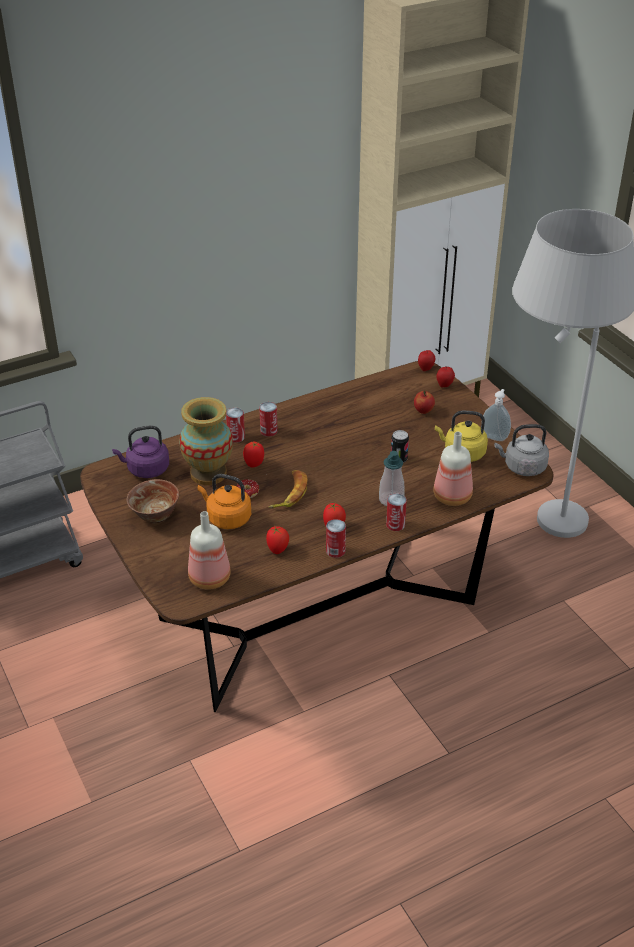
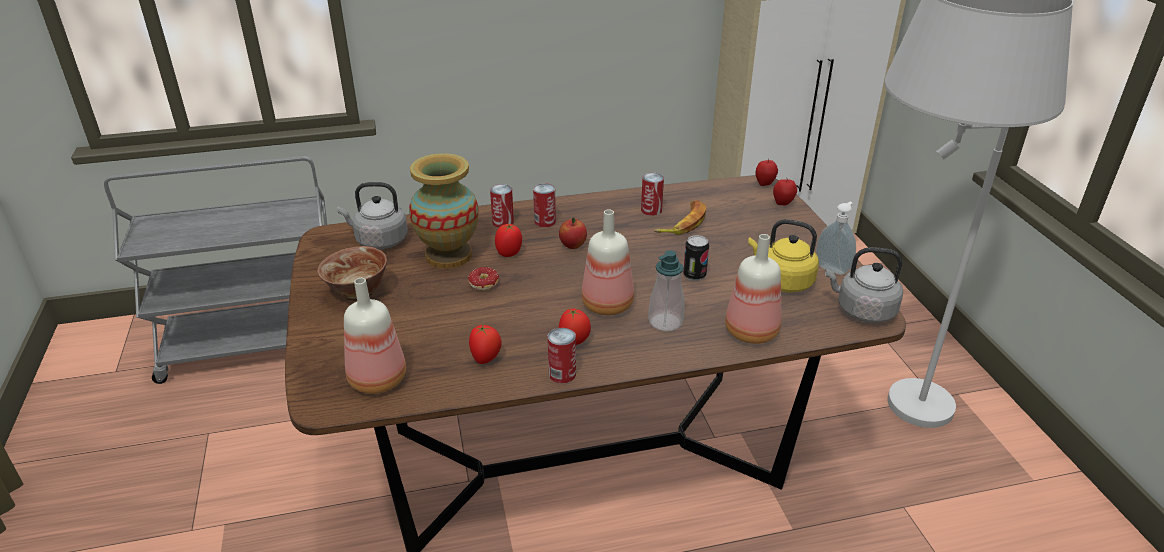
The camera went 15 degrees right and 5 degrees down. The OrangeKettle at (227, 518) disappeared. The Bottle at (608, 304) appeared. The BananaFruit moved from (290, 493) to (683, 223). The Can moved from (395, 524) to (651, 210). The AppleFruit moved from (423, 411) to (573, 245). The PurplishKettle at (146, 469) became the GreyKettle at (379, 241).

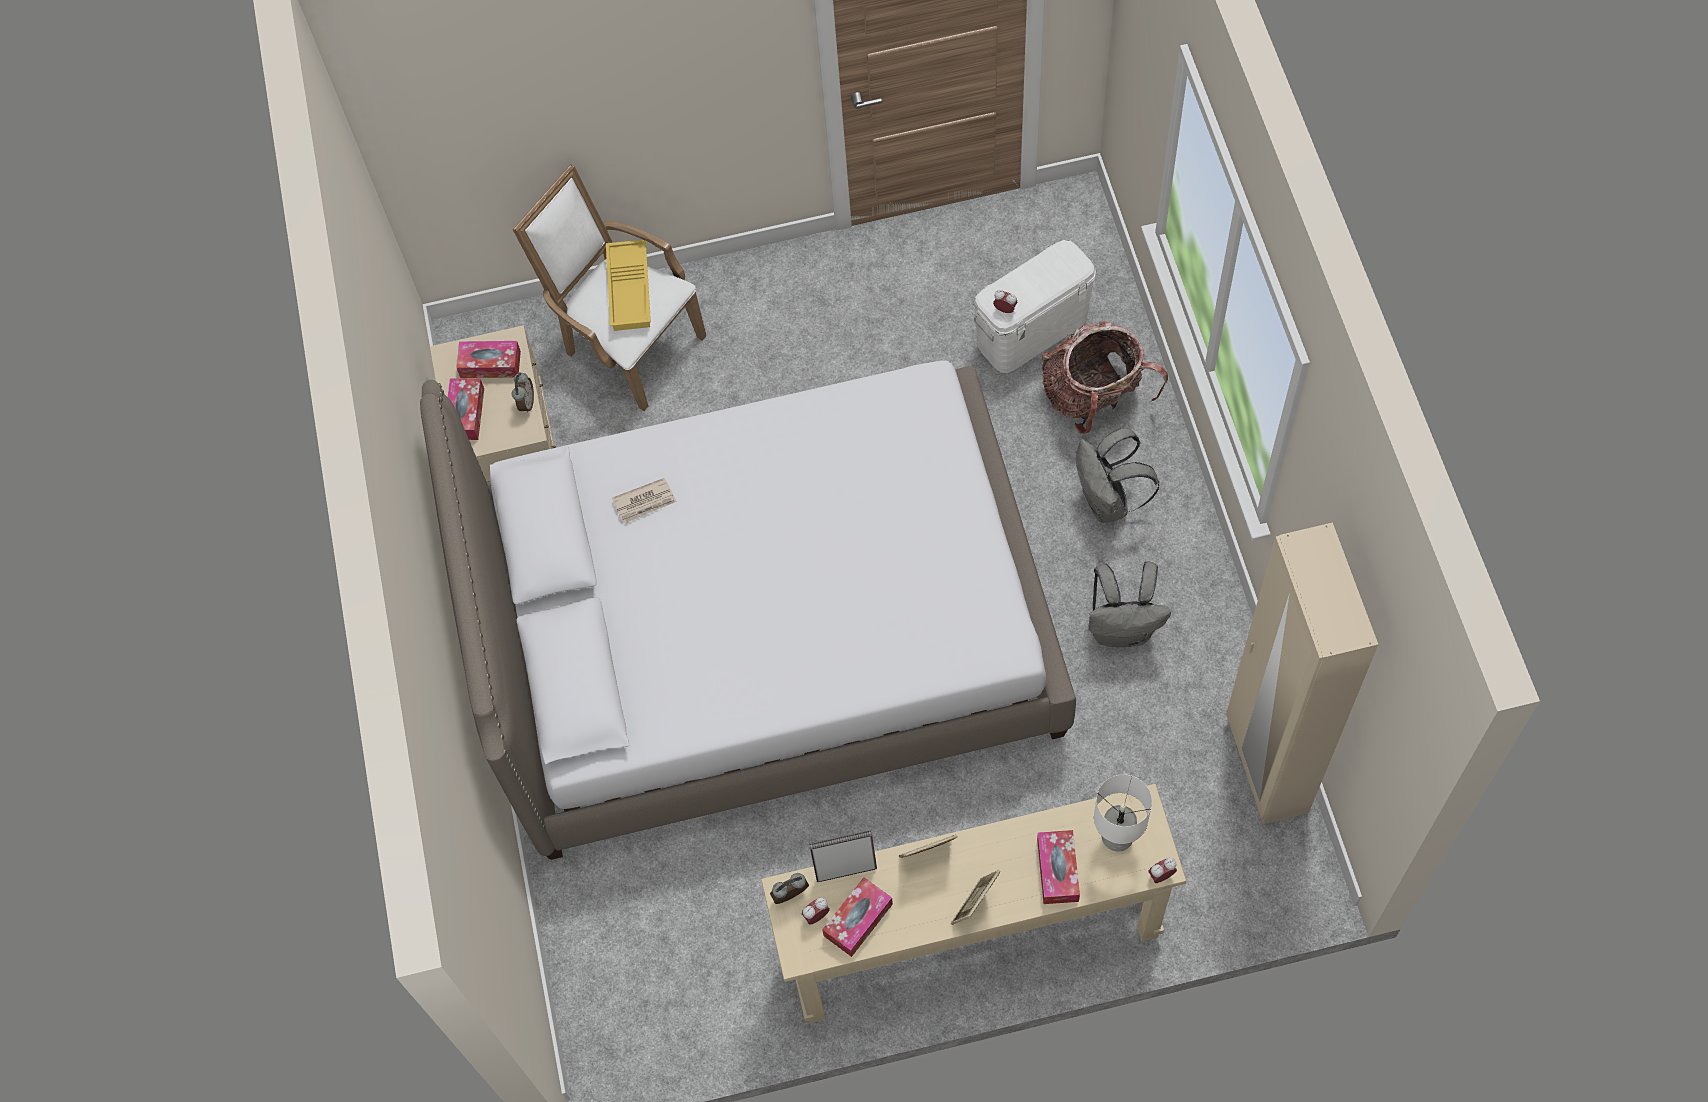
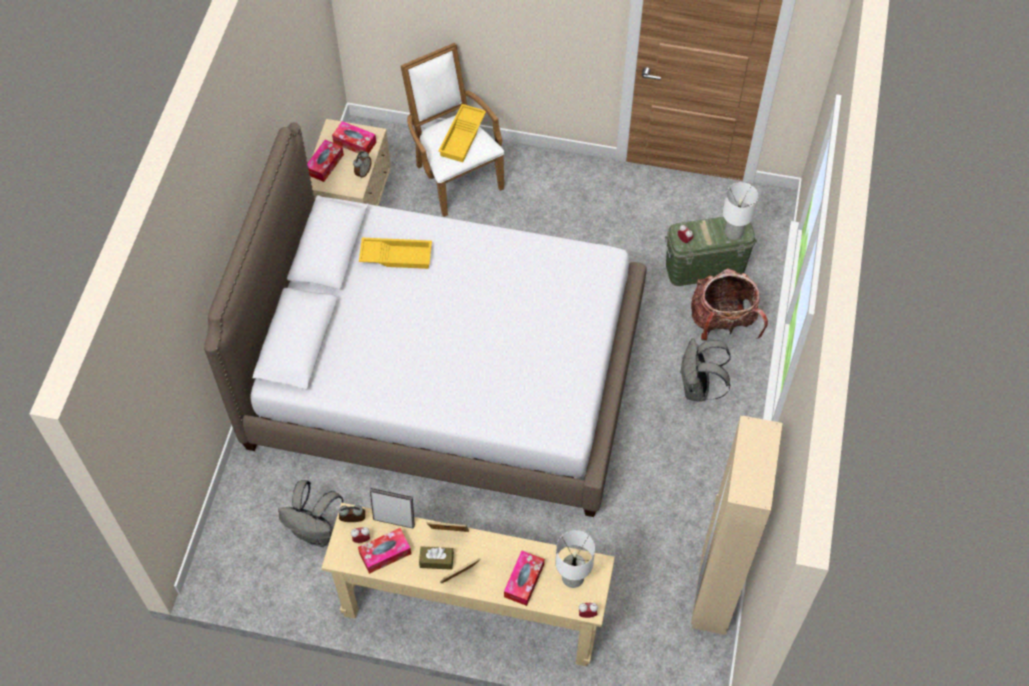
The camera went 20 degrees right and 5 degrees down. The BrownishTissueHolder at (436, 560) appeared. The WhitishLampForATable at (733, 232) appeared. The GreyRucksack moved from (1122, 629) to (316, 532). The Newspaper at (645, 502) was replaced by the YellowColouredServingTray at (397, 255). The WhitishStorageBox at (1032, 331) became the GreenishStorageBox at (704, 268).

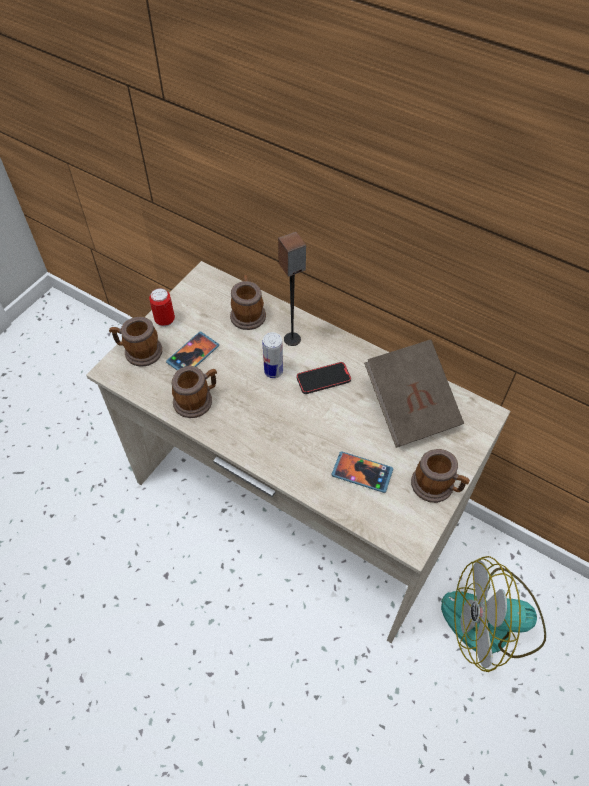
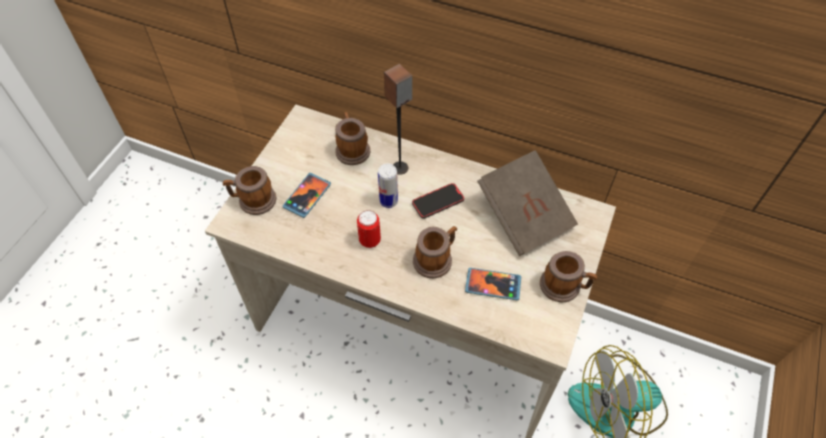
The camera went 10 degrees left and 0 degrees up. The Can moved from (165, 320) to (370, 241). The Mug moved from (197, 400) to (435, 259).

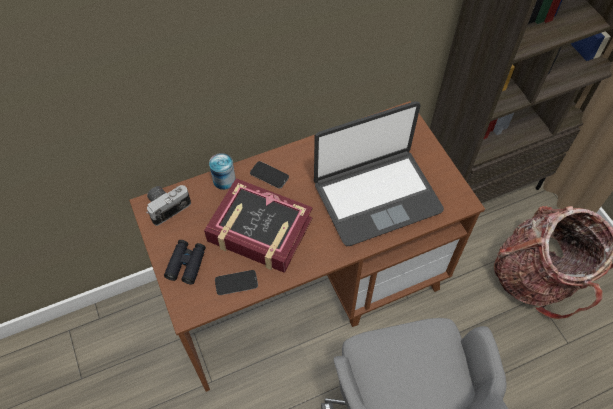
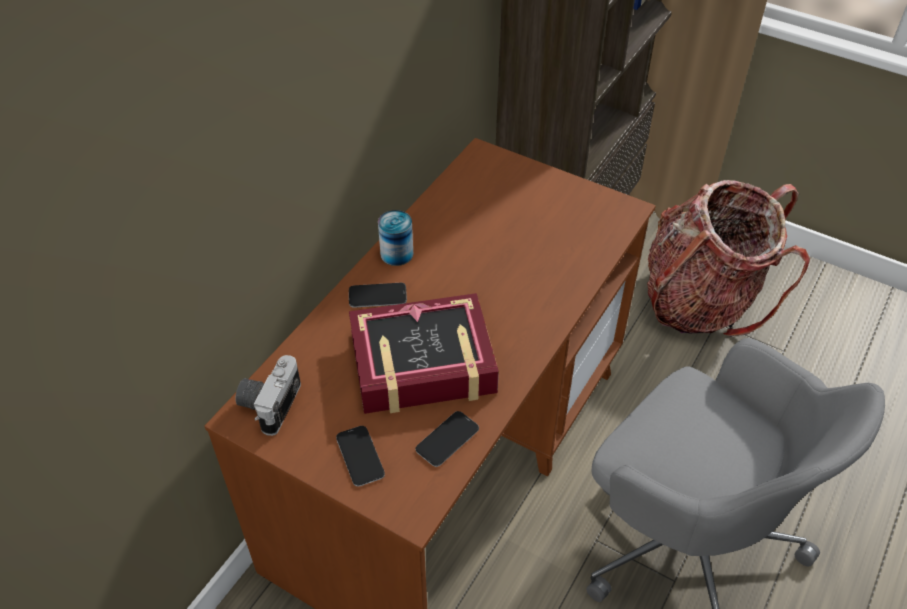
The camera went 35 degrees left and 10 degrees down. The NotebookComputer at (376, 196) disappeared. The Can moved from (224, 180) to (396, 253). The BlackColouredBinoculars at (186, 264) was replaced by the Phone at (360, 456).

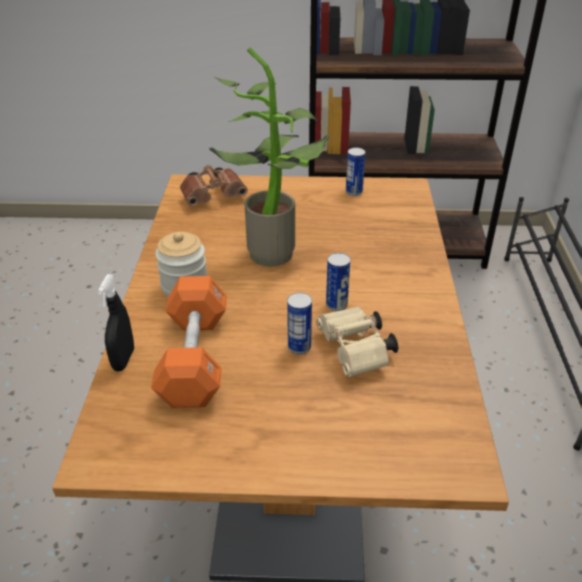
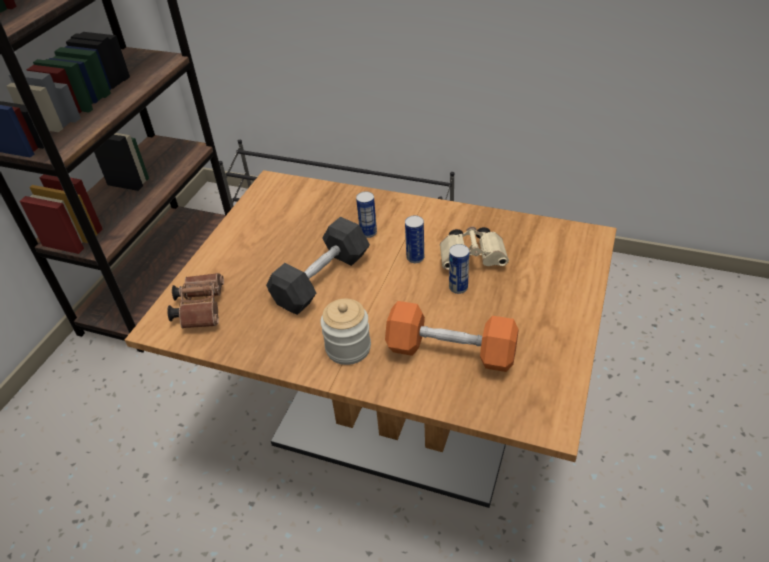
The camera went 70 degrees left and 5 degrees up. The BlackColouredHandSprayer at (123, 359) disappeared. The Can moved from (354, 192) to (368, 233). The PlantInAPot at (275, 250) was replaced by the BlackColouredHandWeight at (321, 279).

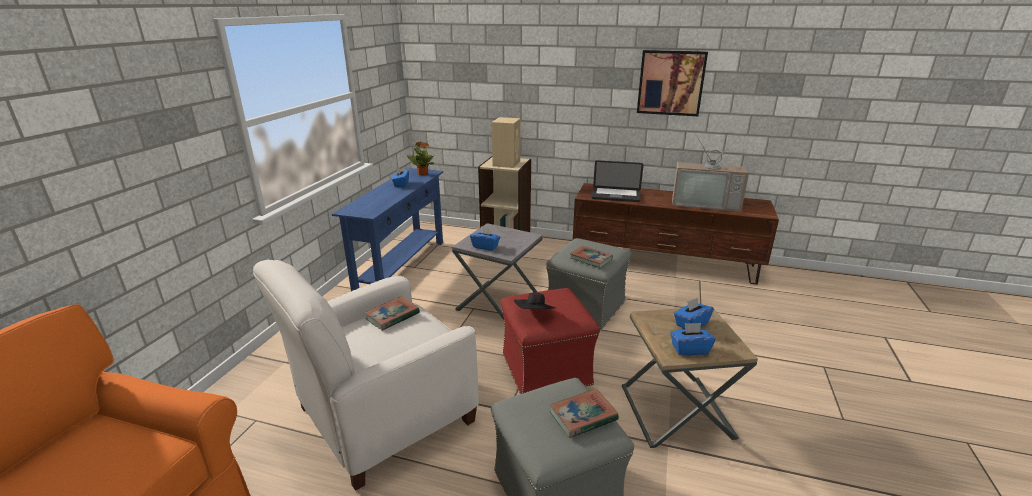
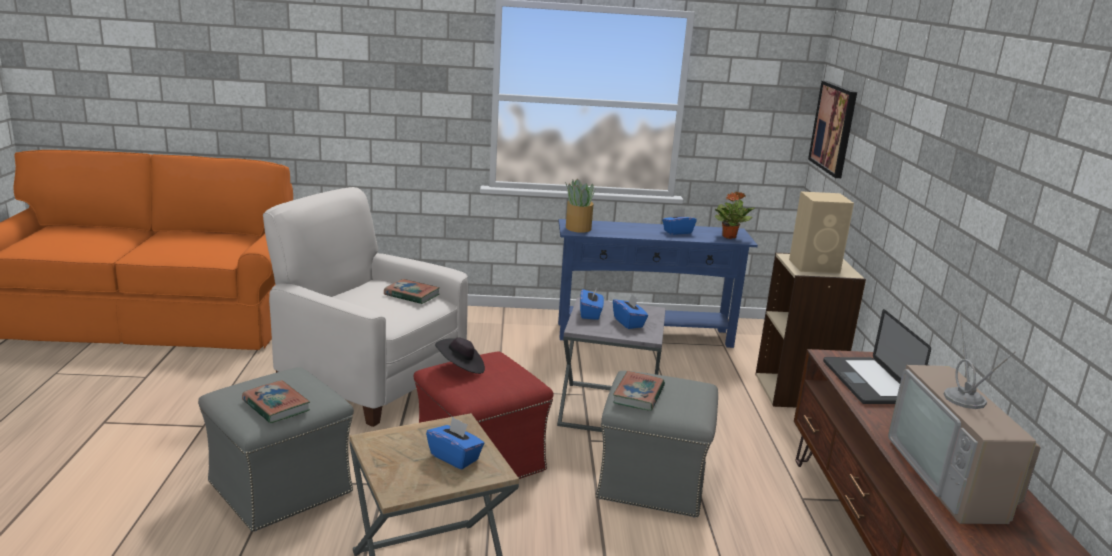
The camera went 70 degrees right and 5 degrees down. The PlantInAPot at (578, 228) appeared. The WallArt moved from (671, 83) to (834, 128). The BlueColouredTissueHolder moved from (689, 349) to (629, 322).

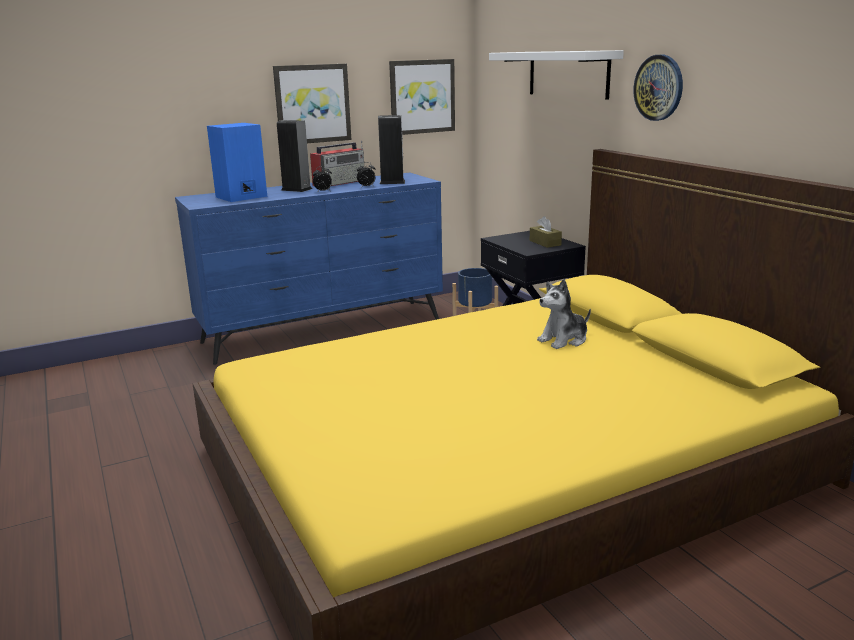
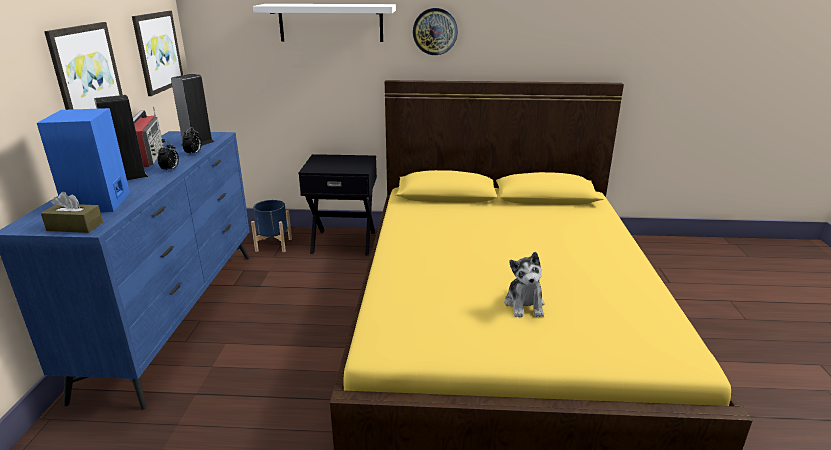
The camera went 60 degrees left and 5 degrees up. The BrownishTissueHolder moved from (545, 243) to (75, 226). The PlushToy moved from (564, 340) to (524, 304).

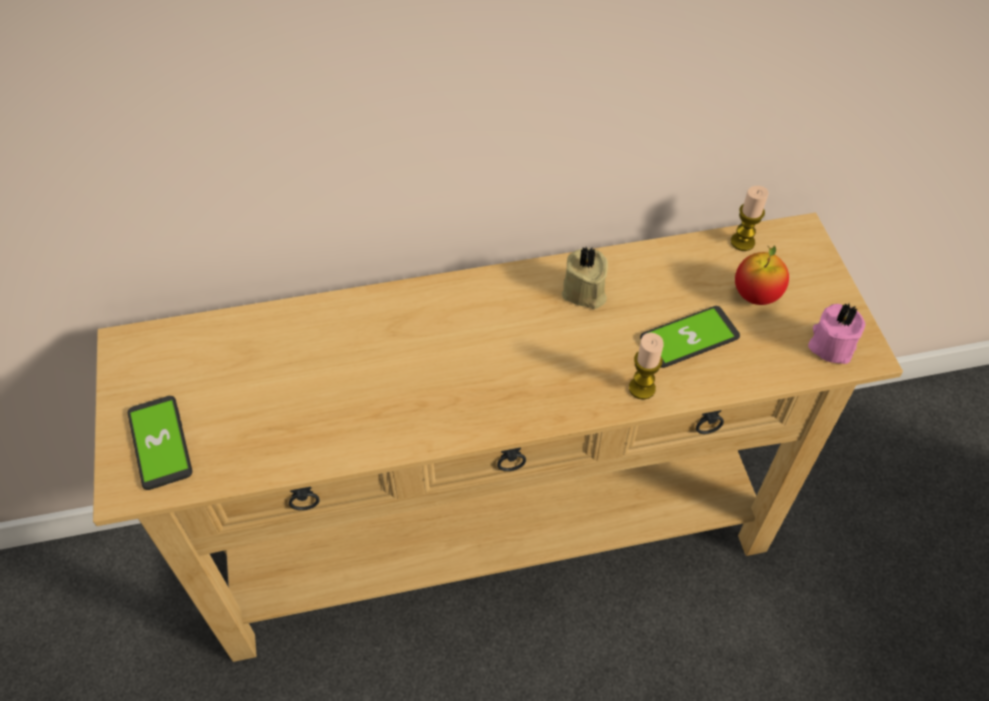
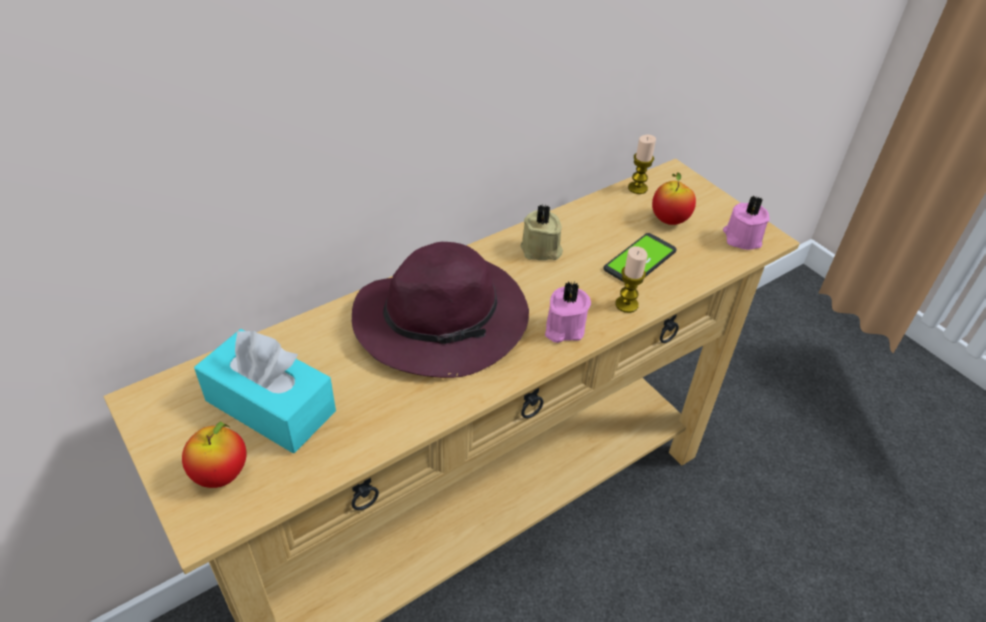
The camera went 25 degrees left and 10 degrees down. The BlueGreenTissueHolder at (270, 406) appeared. The PurplishHat at (444, 320) appeared. The PinkColouredWaxCandle at (563, 328) appeared. The Phone at (160, 443) was replaced by the AppleFruit at (221, 474).

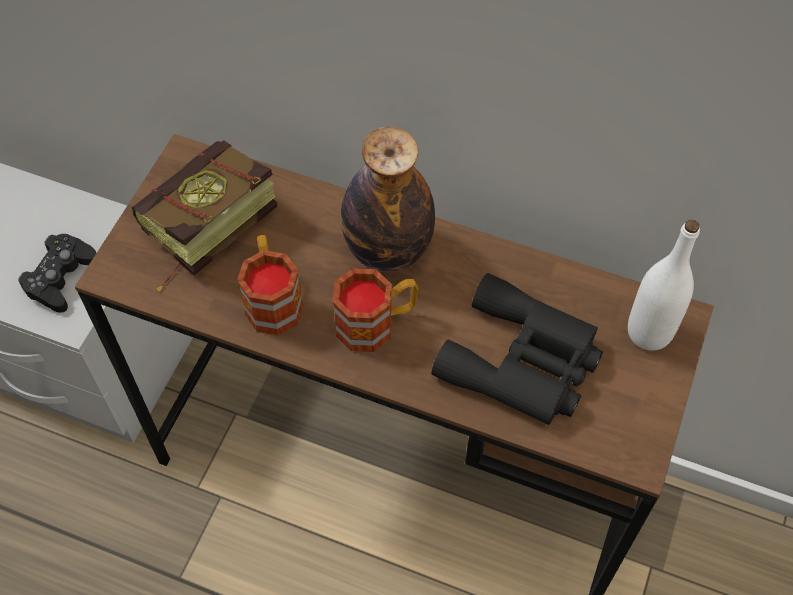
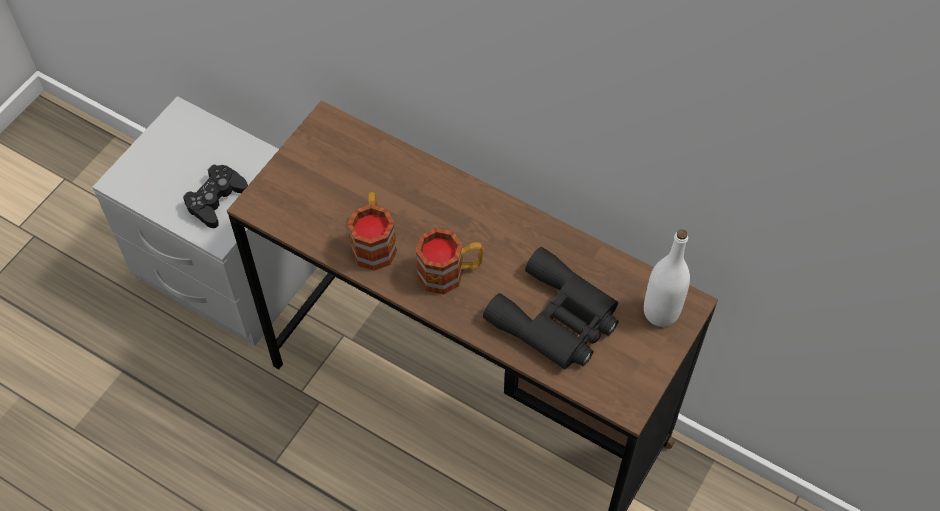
The camera went 10 degrees right and 0 degrees up. The Book at (200, 234) disappeared. The Bottle at (388, 249) disappeared.

